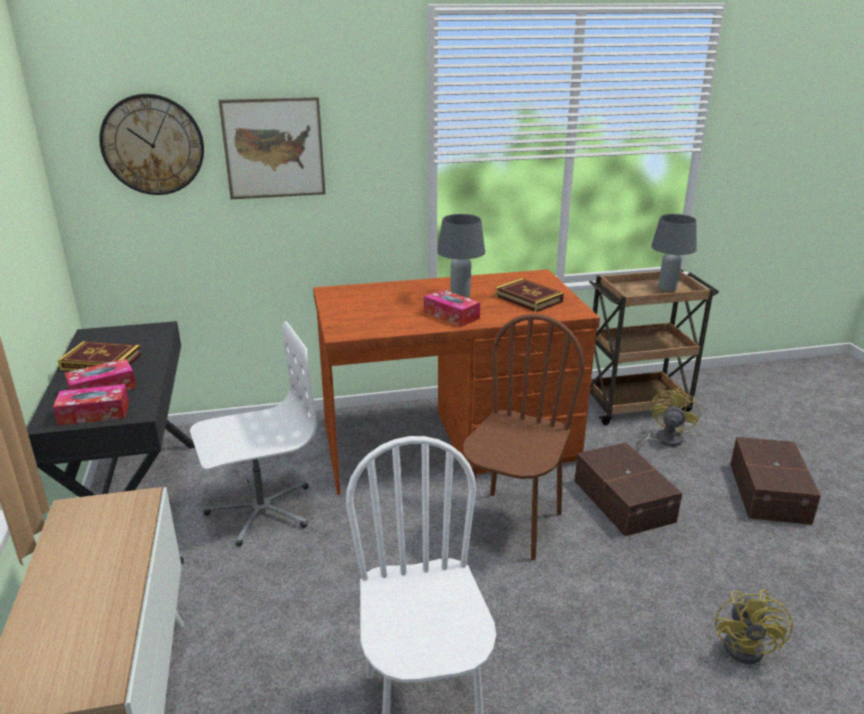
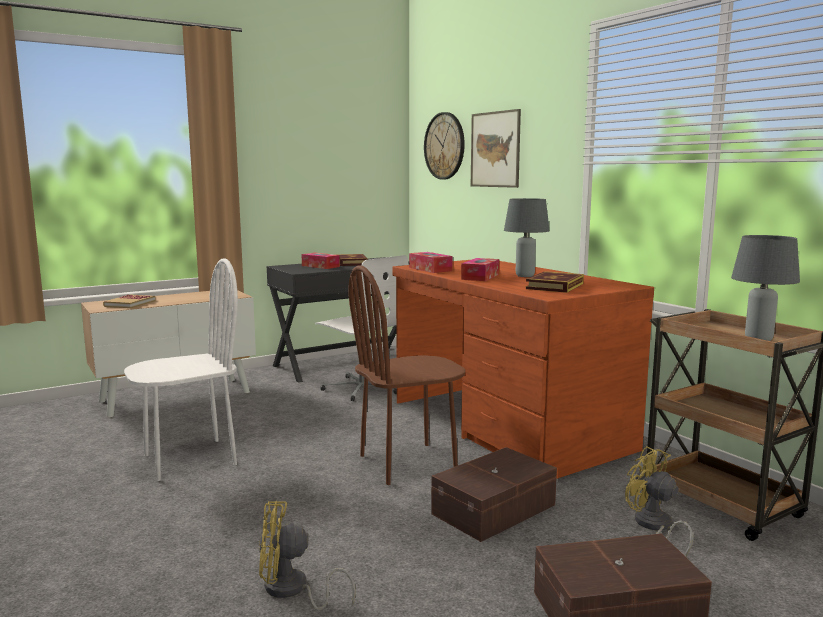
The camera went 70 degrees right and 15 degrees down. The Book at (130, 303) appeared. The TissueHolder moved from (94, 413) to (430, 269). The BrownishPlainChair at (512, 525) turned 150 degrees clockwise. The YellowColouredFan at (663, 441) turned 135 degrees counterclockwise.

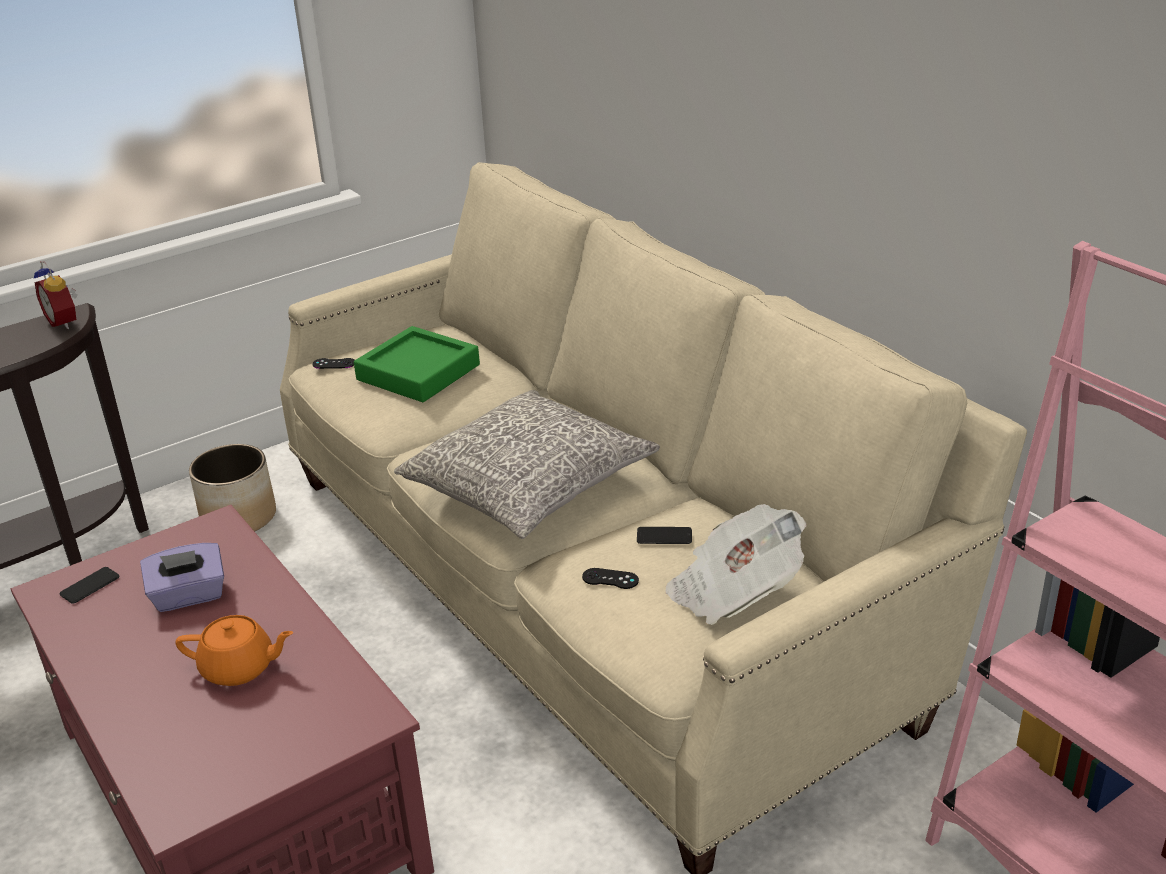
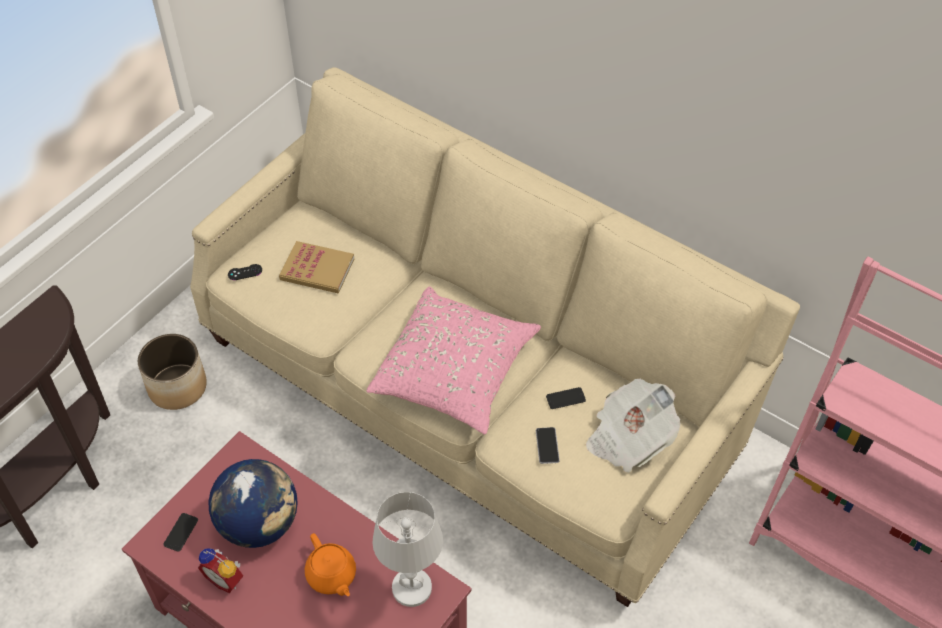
The camera went 20 degrees left and 20 degrees up. The WhitishLampForATable at (412, 588) appeared. The BedsideClock moved from (65, 322) to (226, 578). The PurplishTissueHolder at (189, 596) was replaced by the DeskGlobe at (259, 523). The GreenishServingTray at (418, 372) was replaced by the Book at (317, 269). The BlackColouredJoypad at (610, 579) was replaced by the Phone at (547, 446). The GreyThrowPillow at (529, 486) became the PinkColouredThrowPillow at (454, 371). The OrangePotForTea at (239, 668) turned 75 degrees clockwise.

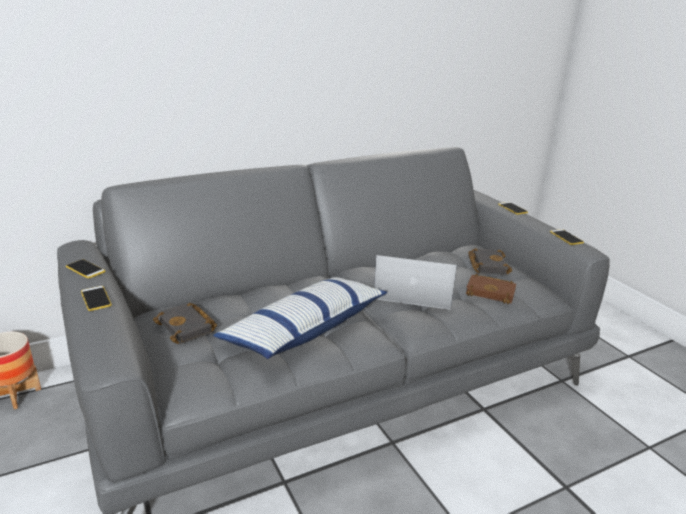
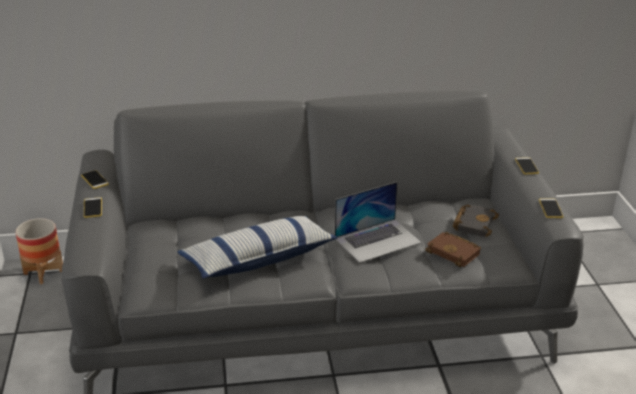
The camera went 20 degrees right and 5 degrees up. The BlackColouredBook at (188, 327) disappeared. The NotebookComputer at (413, 292) turned 120 degrees clockwise.

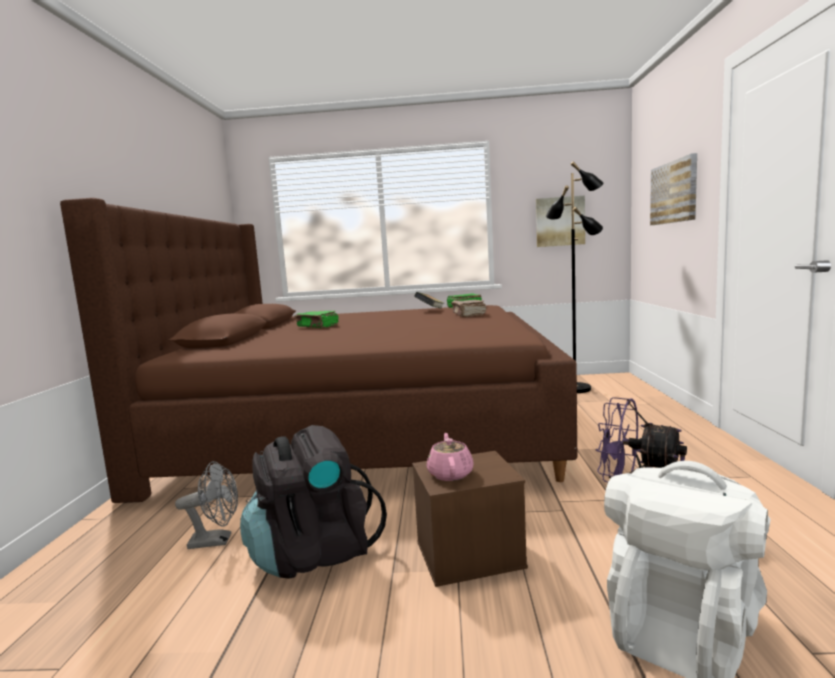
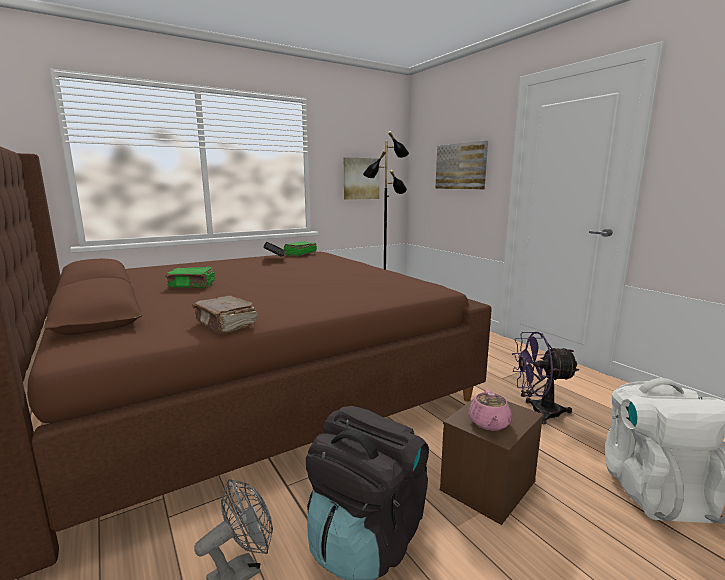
The camera went 35 degrees left and 5 degrees up. The BrownishBook moved from (468, 315) to (226, 324). The PinkColouredPotForTea at (450, 473) turned 135 degrees counterclockwise.

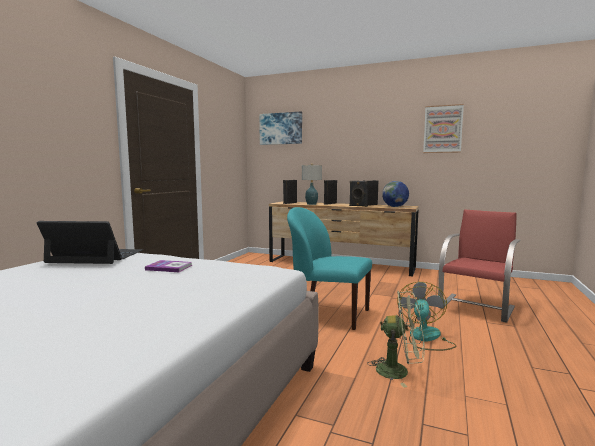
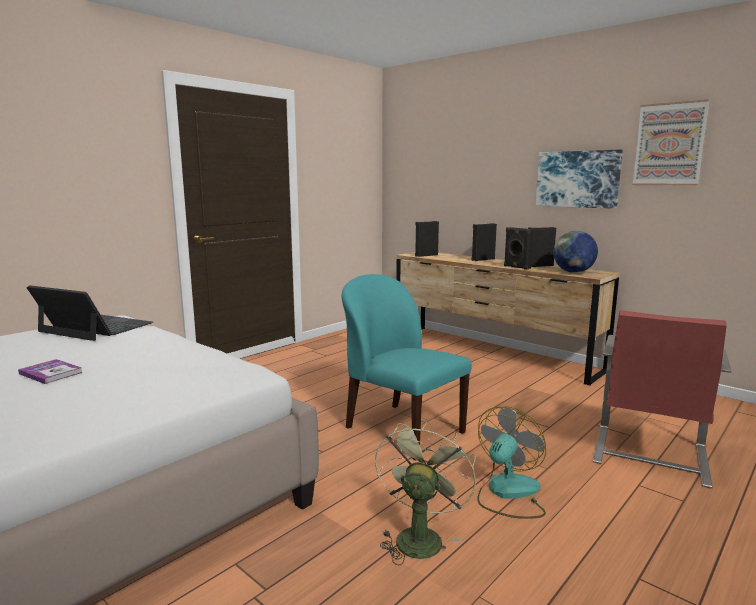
The camera went 20 degrees right and 5 degrees up. The LampForATable at (311, 204) disappeared. The Book moved from (169, 267) to (51, 373). The WallArt moved from (281, 128) to (577, 179). The GreenishFan at (399, 371) turned 105 degrees counterclockwise. The RedColouredPlainChair at (477, 307) turned 150 degrees clockwise.

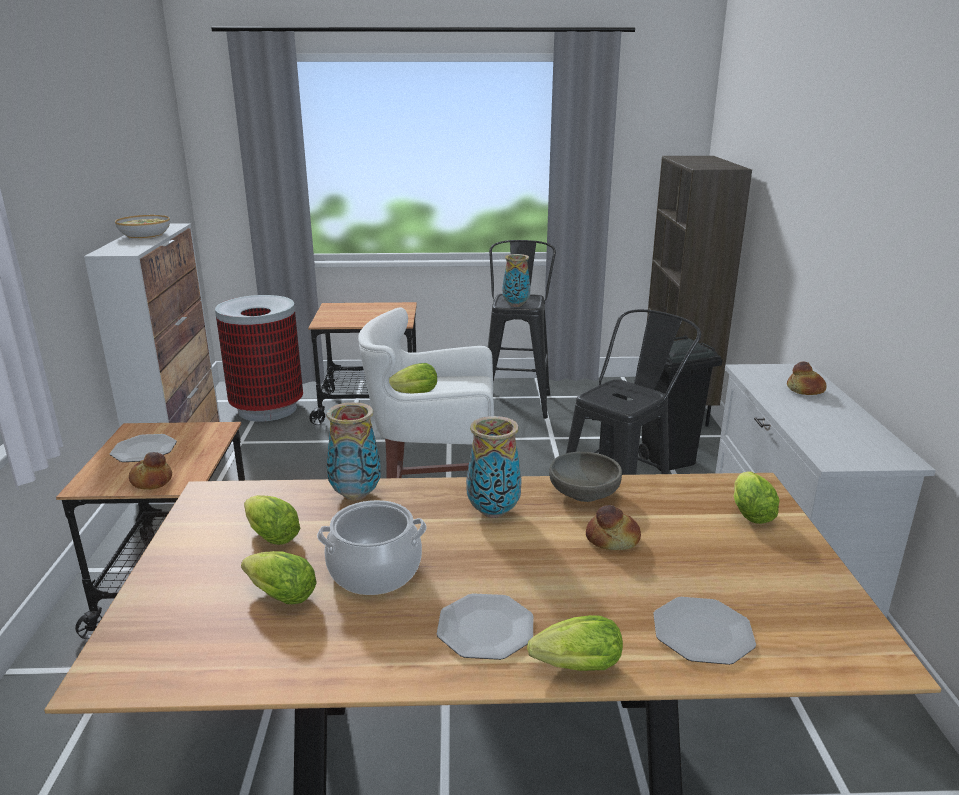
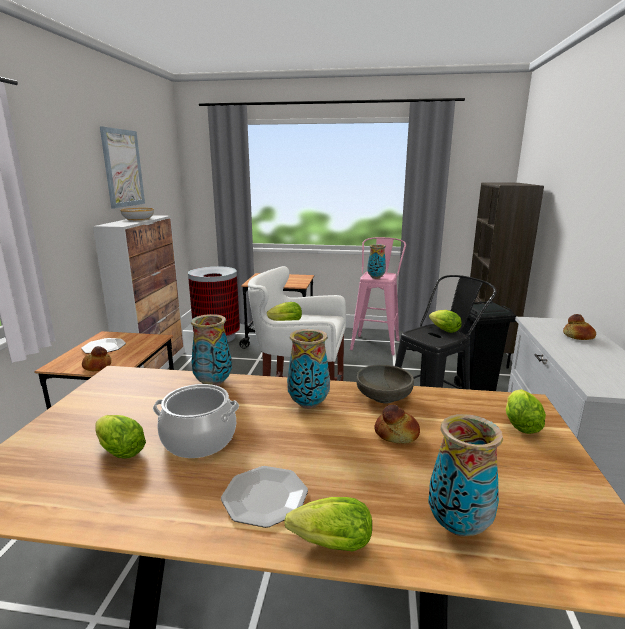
The camera went 10 degrees right and 5 degrees down. The WallArt at (123, 168) appeared. The LettuceHead moved from (270, 535) to (442, 330). The DinnerPlate at (702, 632) was replaced by the FlowerVase at (457, 526). The BlackColouredSittingStool at (517, 400) became the PinkColouredSittingStool at (376, 343).

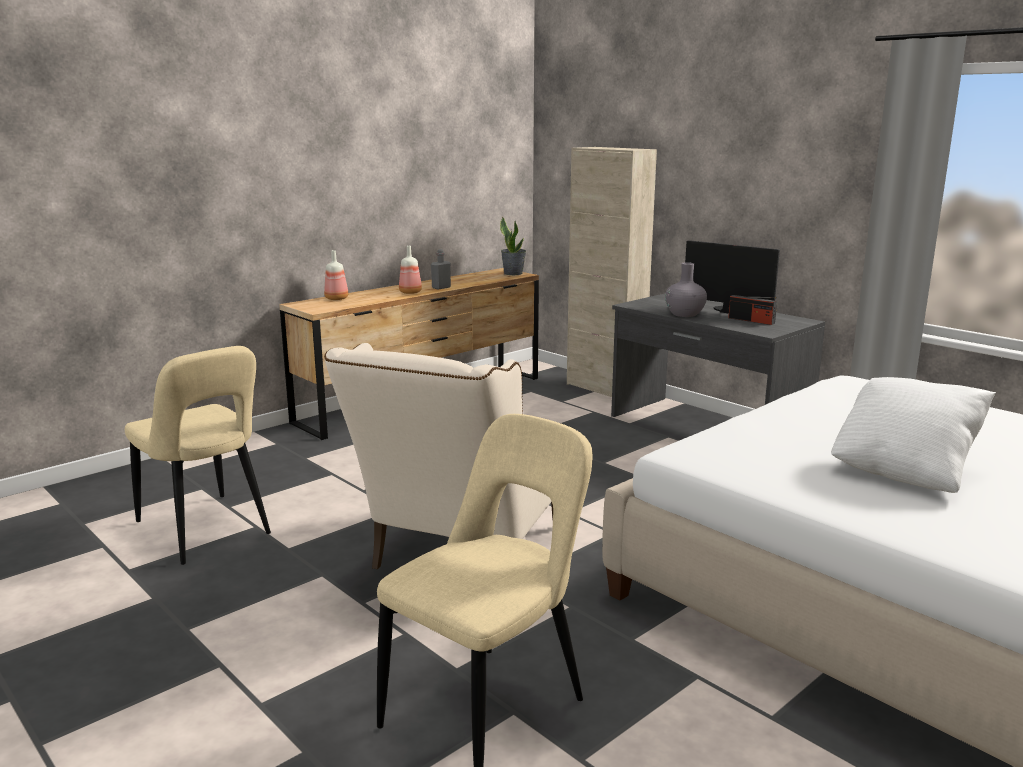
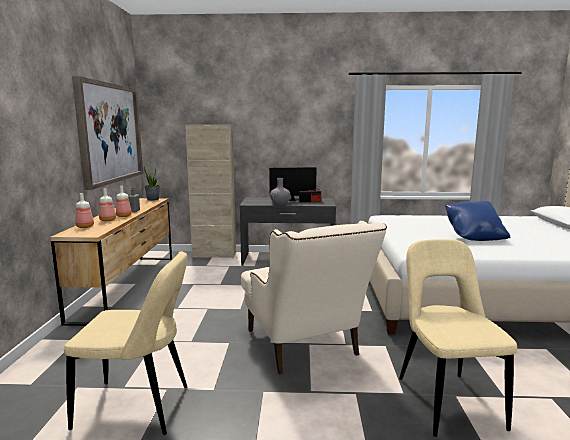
The camera went 45 degrees left and 5 degrees down. The WallArt at (110, 133) appeared. The Bottle at (108, 220) appeared. The WhitishThrowPillow at (904, 470) became the BlueColouredThrowPillow at (474, 237).

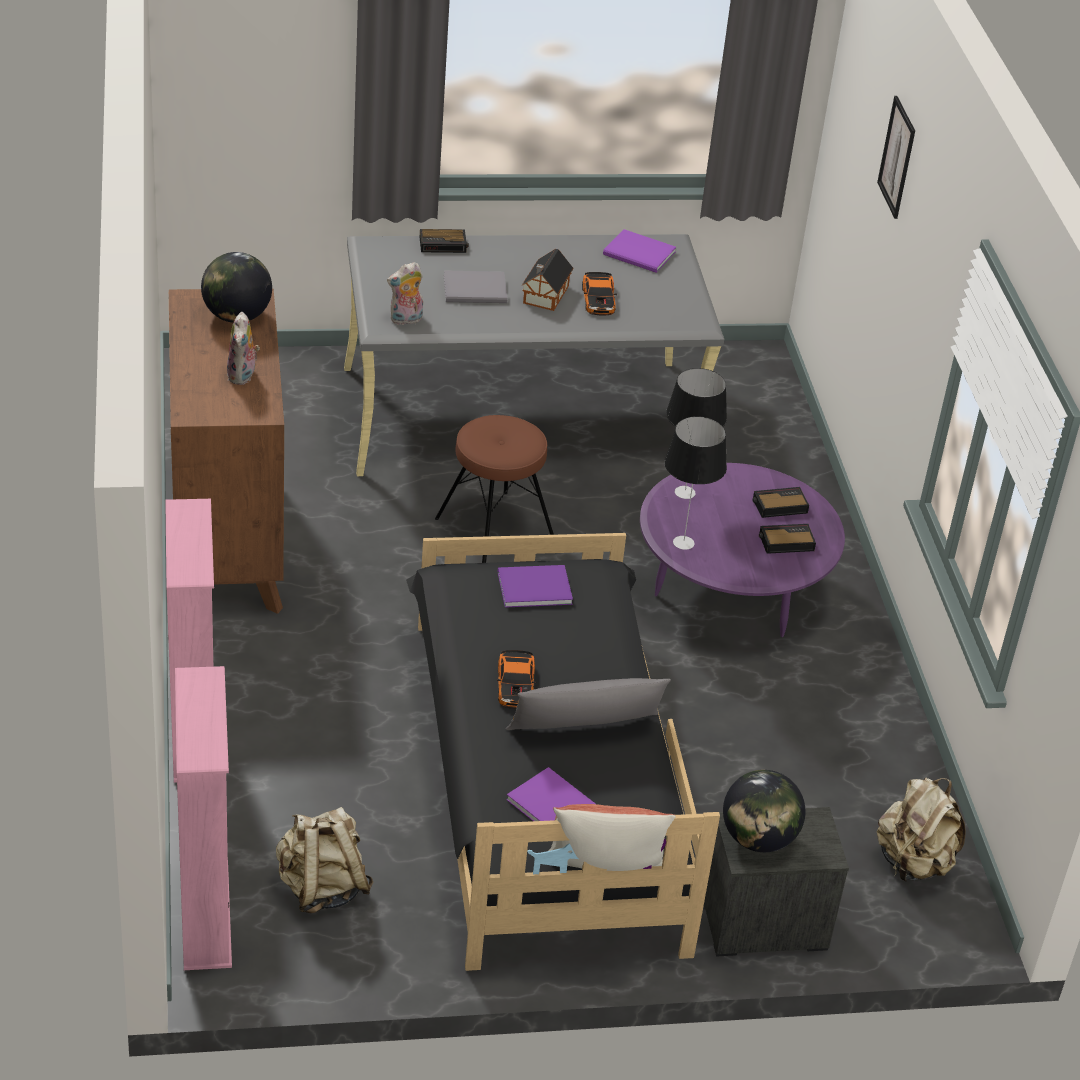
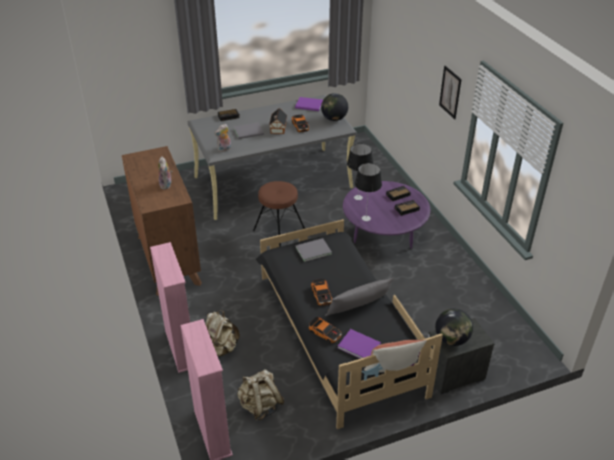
The camera went 10 degrees left and 0 degrees up. The MiniatureCar at (325, 332) appeared. The DeskGlobe moved from (236, 316) to (334, 119). The WallArt moved from (897, 157) to (450, 92). The BeigeRucksack moved from (913, 863) to (220, 348). The PurplishBook at (532, 587) became the GreyBook at (312, 250).

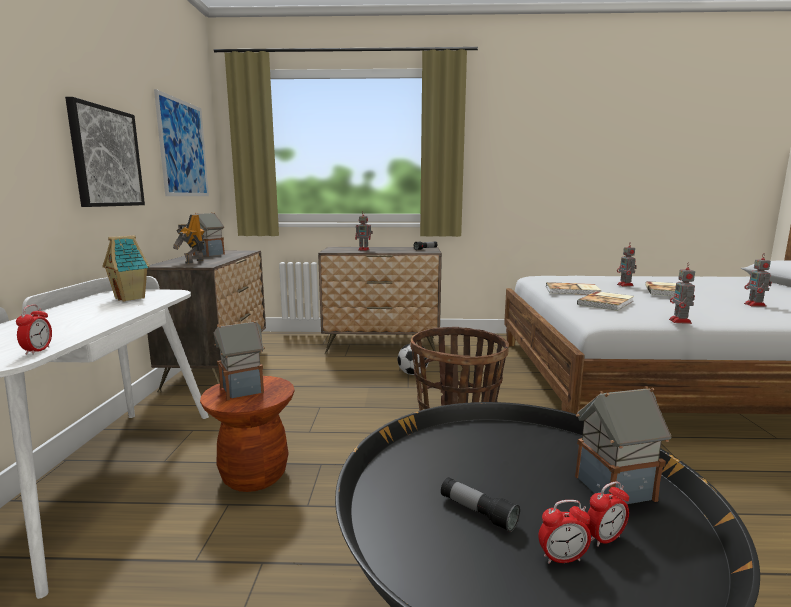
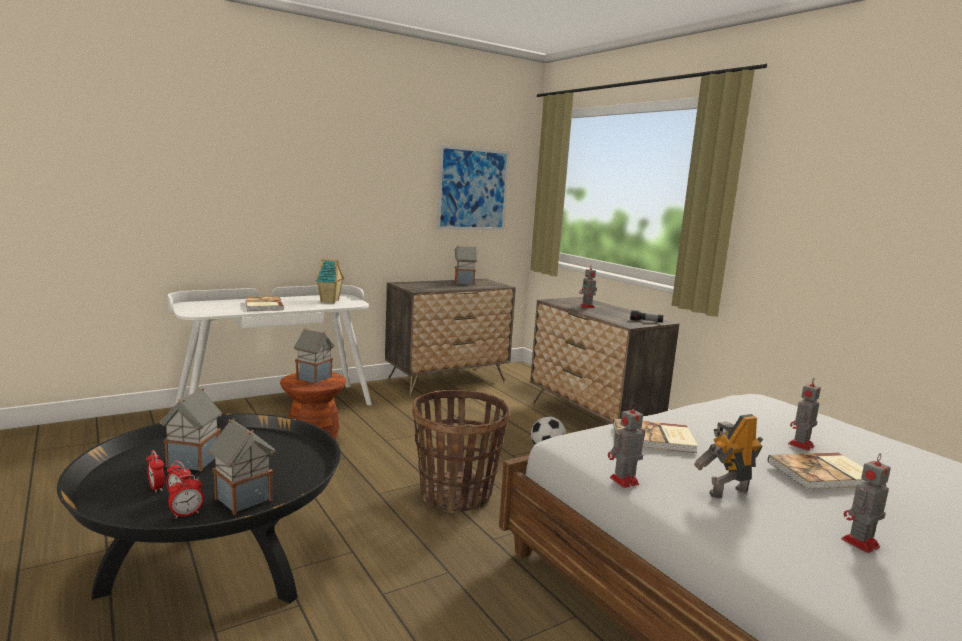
The camera went 55 degrees right and 0 degrees up. The WallArt at (106, 157) disappeared. The BedsideClock moved from (38, 351) to (186, 514). The RobotFigure moved from (193, 261) to (726, 491). The Book moved from (572, 291) to (263, 305). The Flashlight at (477, 512) was replaced by the ModelHouse at (193, 462).

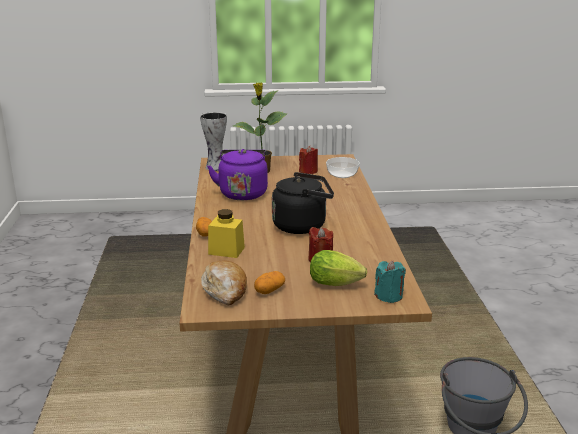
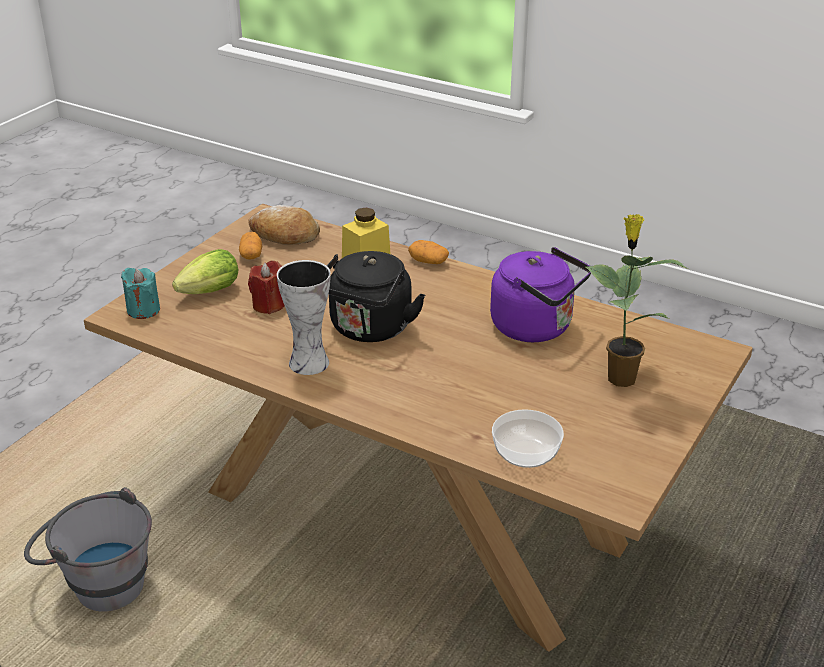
The camera went 125 degrees right and 10 degrees up. The RedColouredWaxCandle at (308, 171) disappeared. The FlowerVase moved from (216, 167) to (307, 362).

